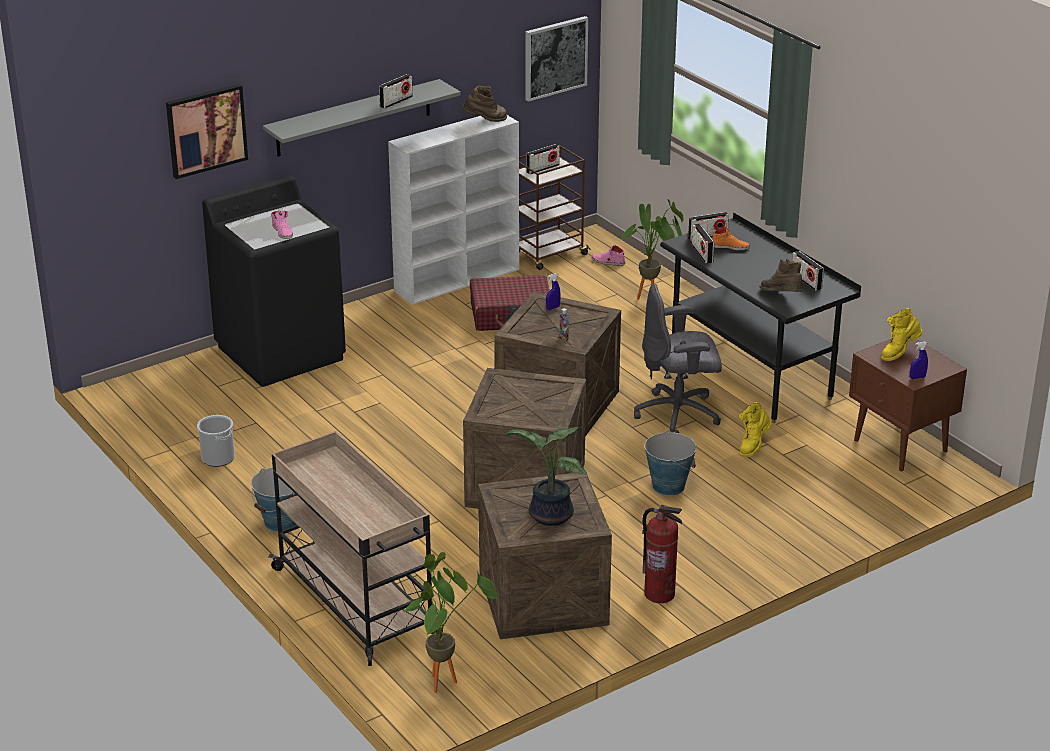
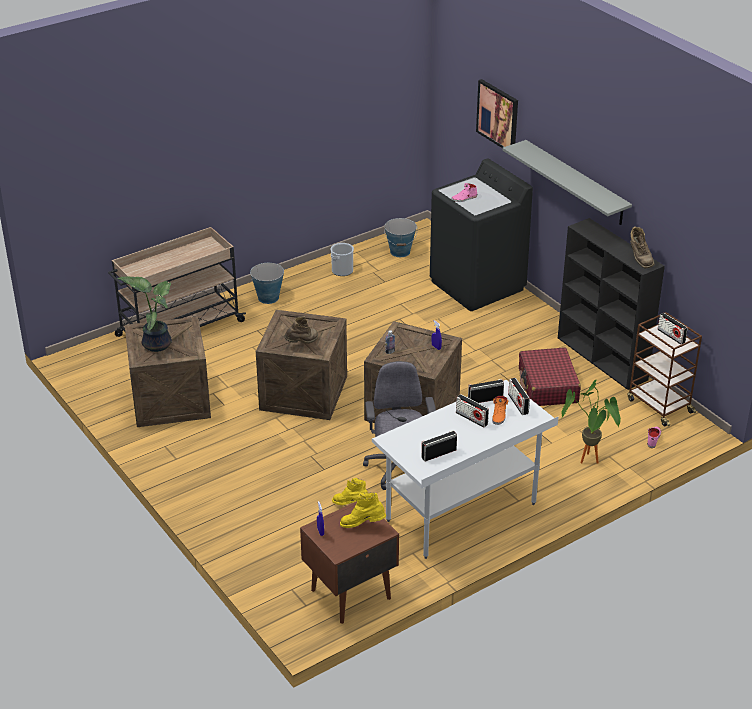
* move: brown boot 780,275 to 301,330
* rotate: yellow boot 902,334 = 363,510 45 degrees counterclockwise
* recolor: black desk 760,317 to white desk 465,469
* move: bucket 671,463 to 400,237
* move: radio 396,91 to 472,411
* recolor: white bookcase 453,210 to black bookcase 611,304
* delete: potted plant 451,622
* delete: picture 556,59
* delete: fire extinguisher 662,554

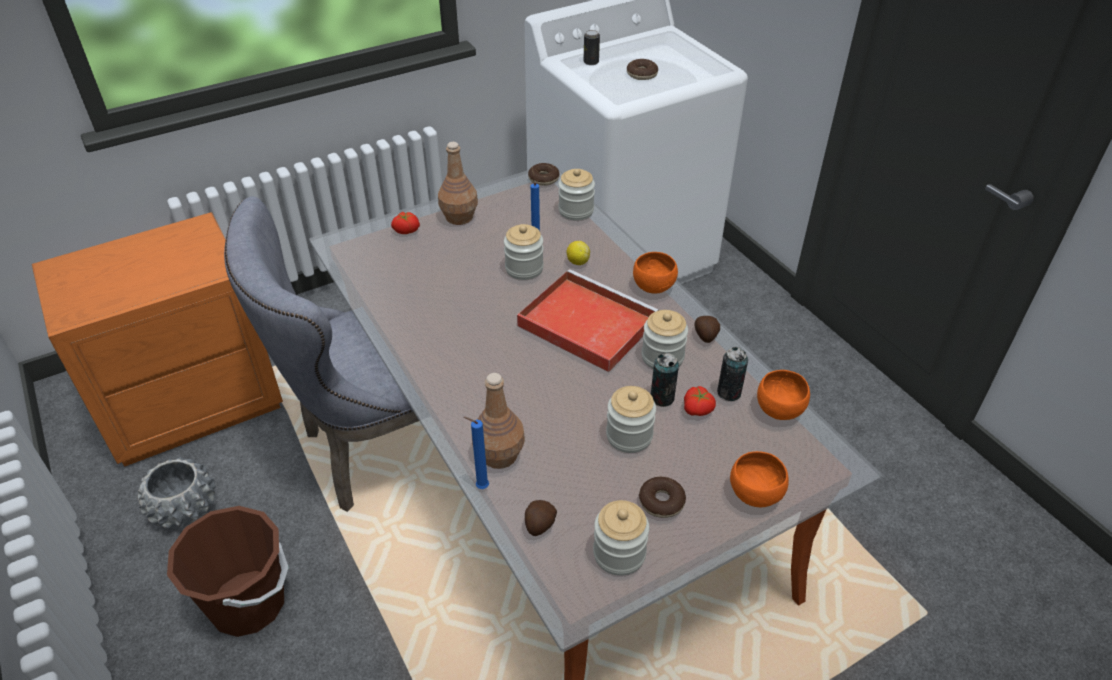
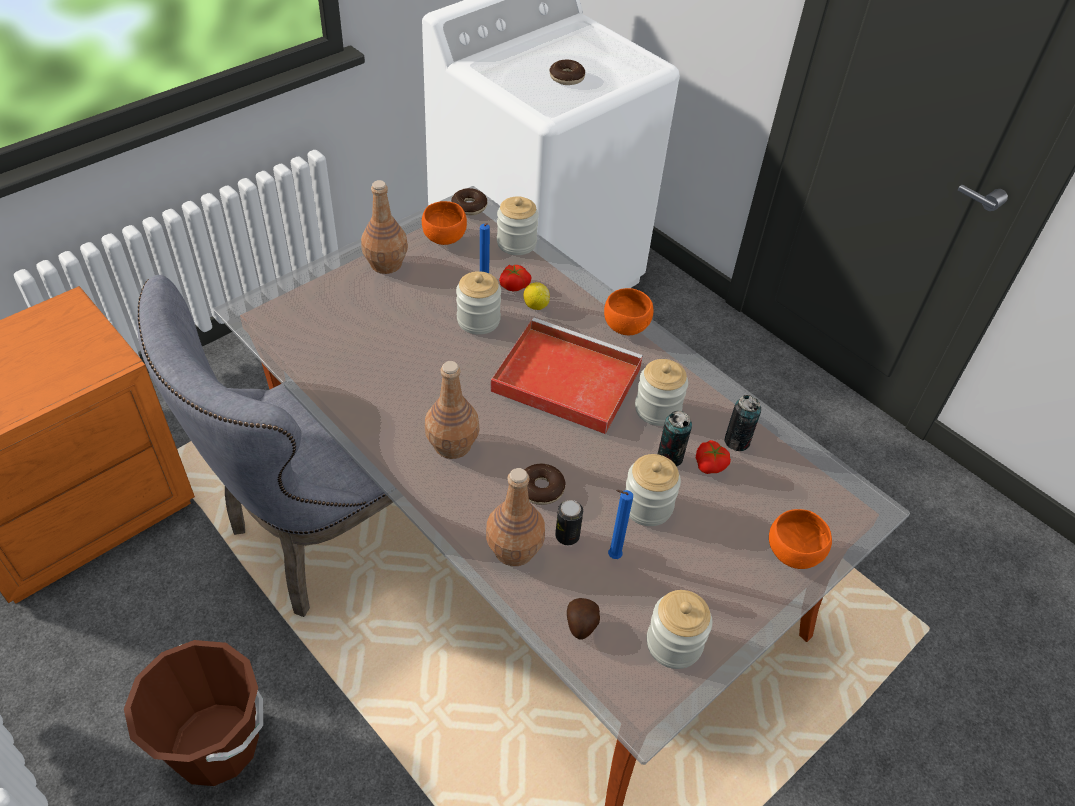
* move: orange bowl 783,395 to 444,223
* insert: brown bottle 452,410
* move: tomato 405,223 to 515,277
* move: donut 662,497 to 545,484
* move: can 592,47 to 569,522
* move: blue candle 476,453 to 620,524
* delete: grey planter 177,493
* delete: potato 707,329

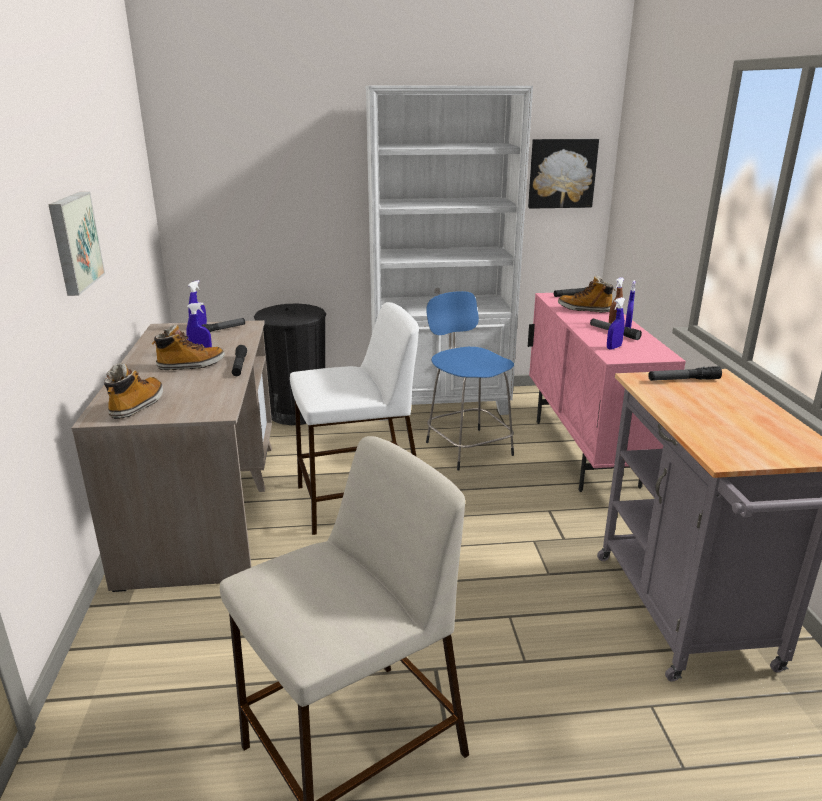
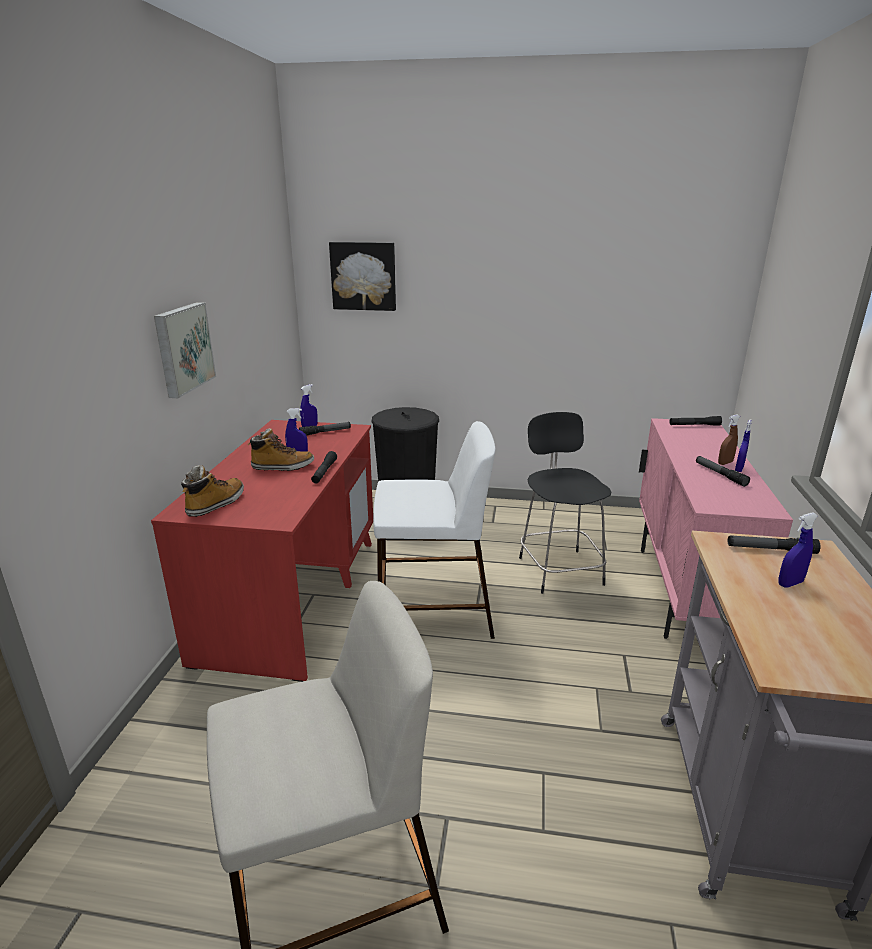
* recolor: beige desk 171,456 to red desk 262,551
* move: picture 563,174 to 362,276
* recolor: blue stool 470,380 to black stool 565,503
* move: blue spray bottle 616,323 to 798,550
* delete: white bookcase 449,253
* delete: boot 586,294

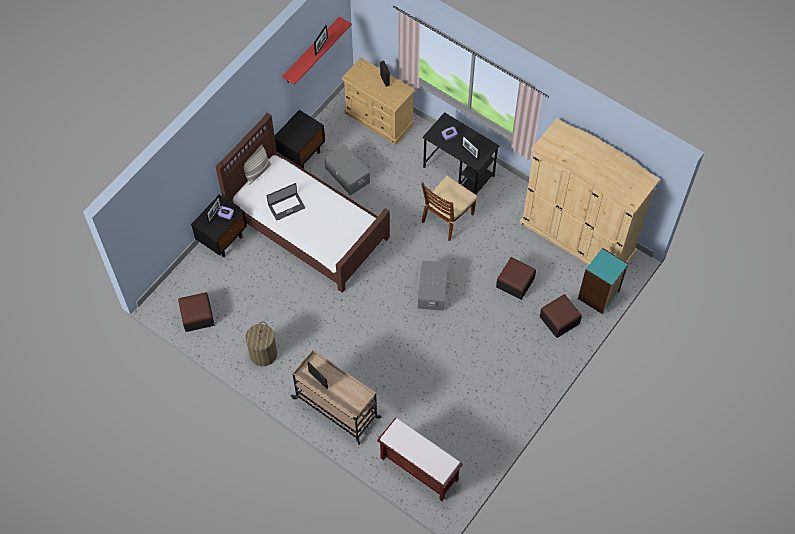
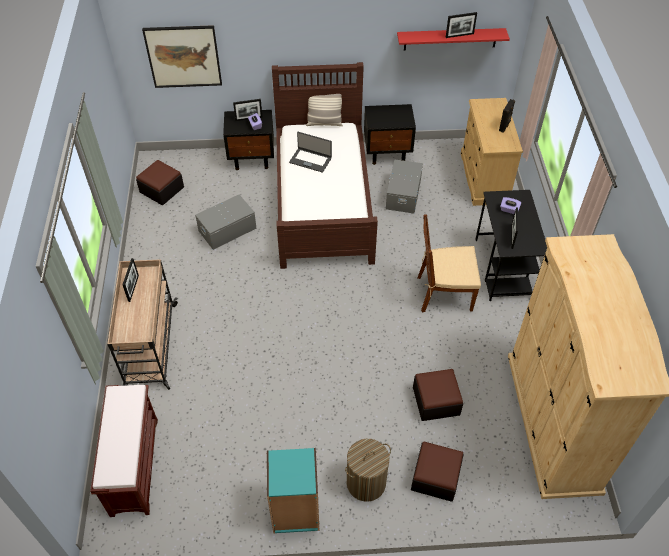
* insert: picture 182,56
* move: grey storage box 433,286 to 226,222
* move: turquoise bookcase 603,281 to 293,490
* move: laundry basket 261,344 to 368,470

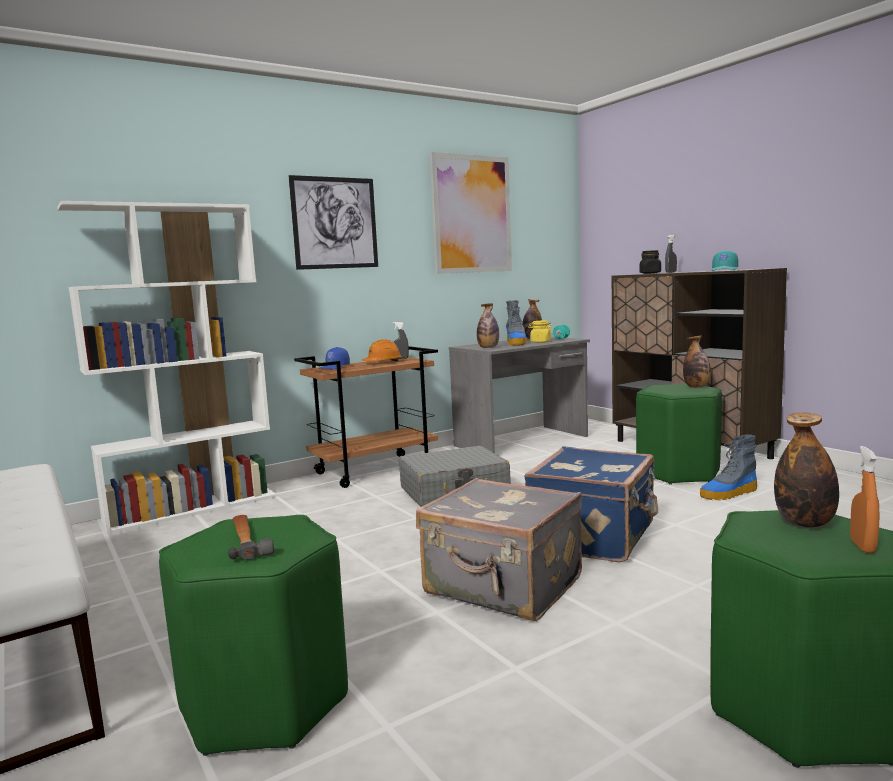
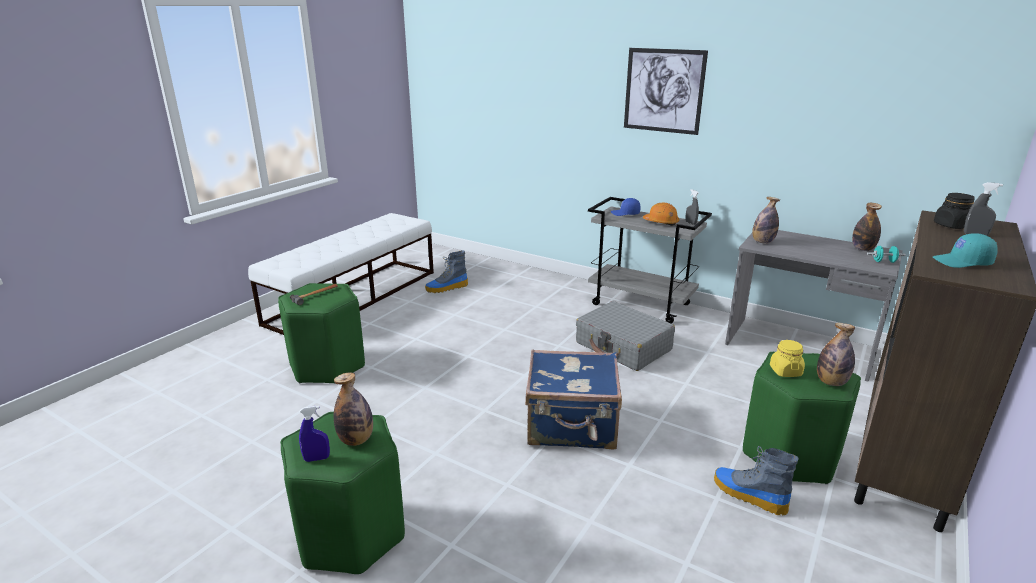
* recolor: orange spray bottle 864,499 to blue spray bottle 314,434
* move: boot 516,323 to 446,272
* recolor: brown cart 366,417 to grey cart 650,260
* move: yellow jar 540,332 to 787,358
* delete: white bookcase 166,368
* delete: grey suitcase 499,549
* delete: picture 471,213

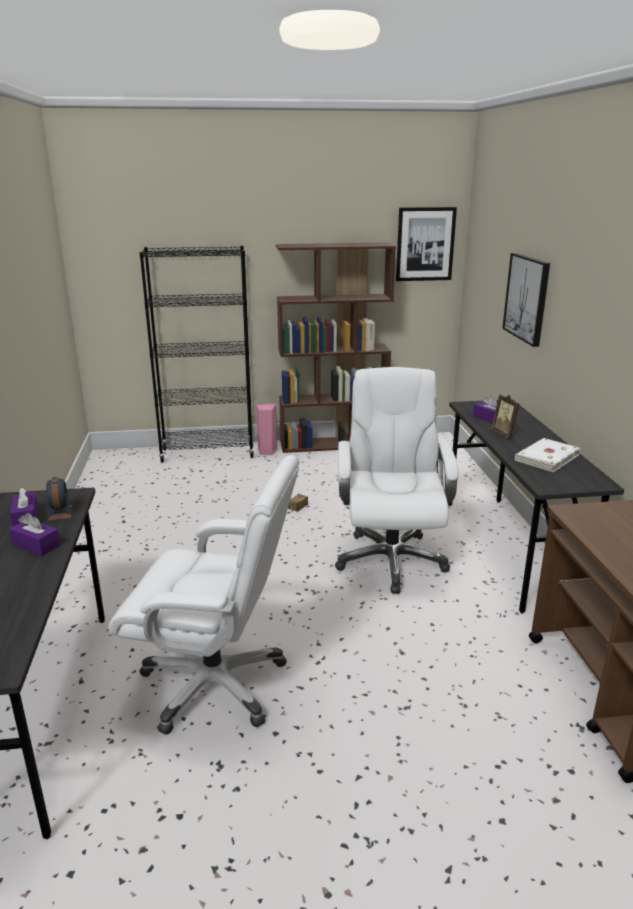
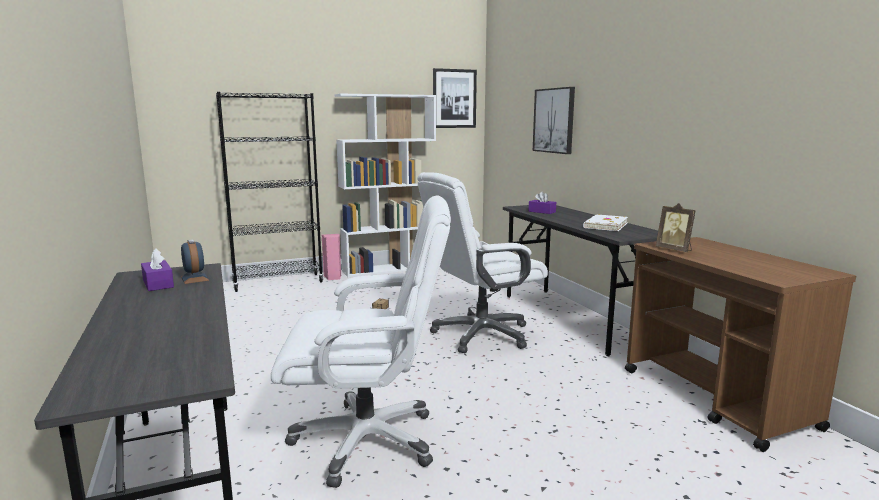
* recolor: brown bookcase 336,348 to white bookcase 385,185
* rotate: white office chair 396,480 = 482,262 105 degrees counterclockwise
* move: picture frame 505,416 to 676,227
* delete: purple tissue box 34,534

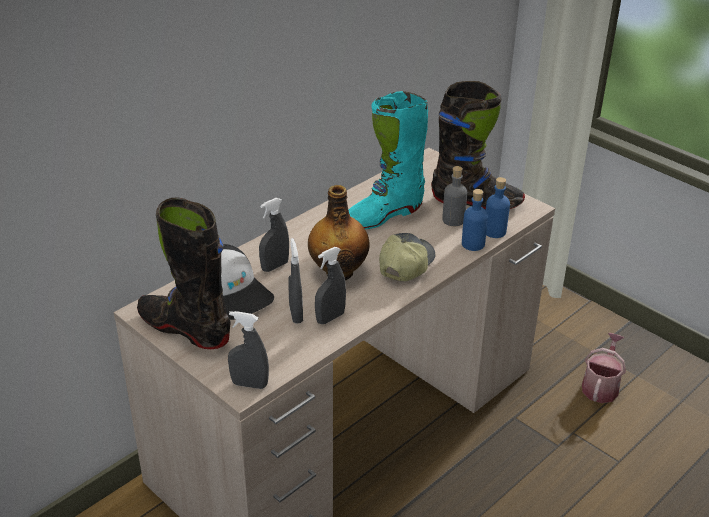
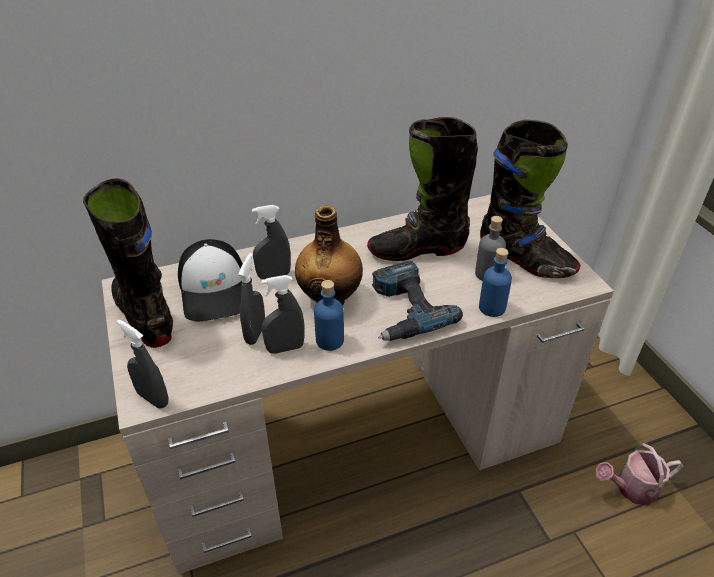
* move: blue bottle 498,207 to 329,315
* recolor: turquoise boot 388,160 to black boot 422,189
* replace: cap 407,257 to power drill 417,301
* rotate: watering can 604,368 = 639,474 150 degrees counterclockwise

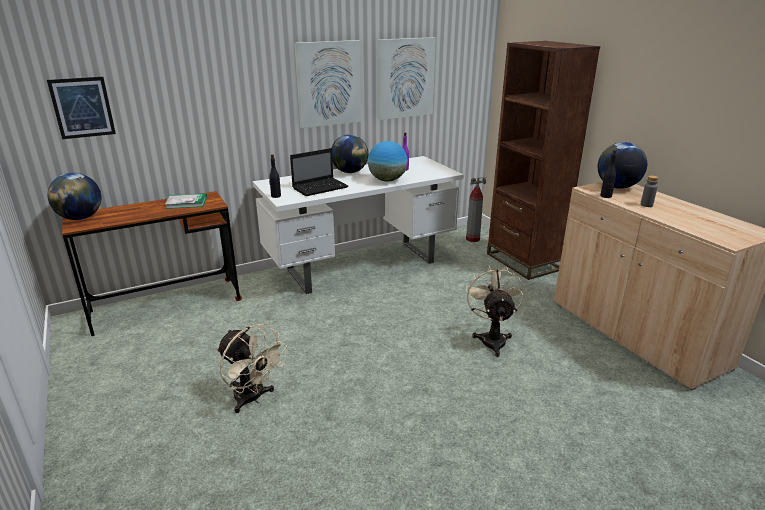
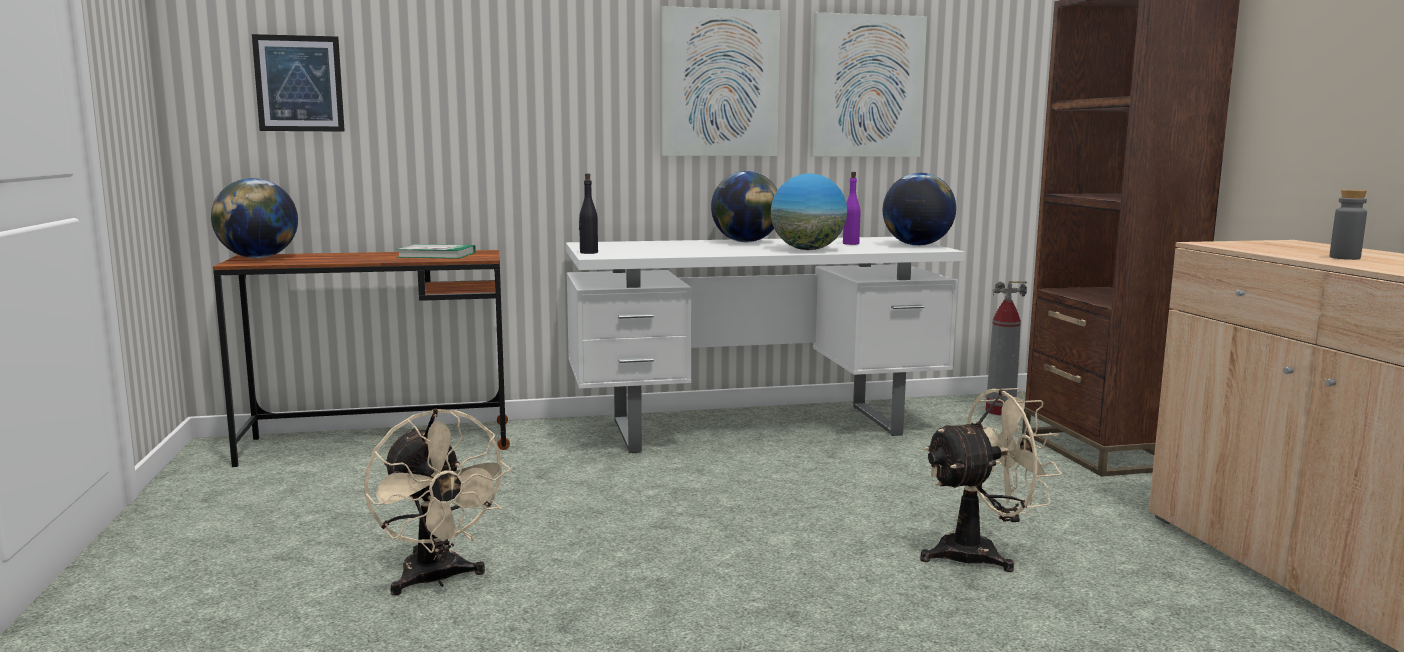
* move: globe 622,165 to 919,209
* rotate: beige fan 495,311 = 991,480 60 degrees clockwise
* delete: laptop 319,172
* delete: black bottle 608,174

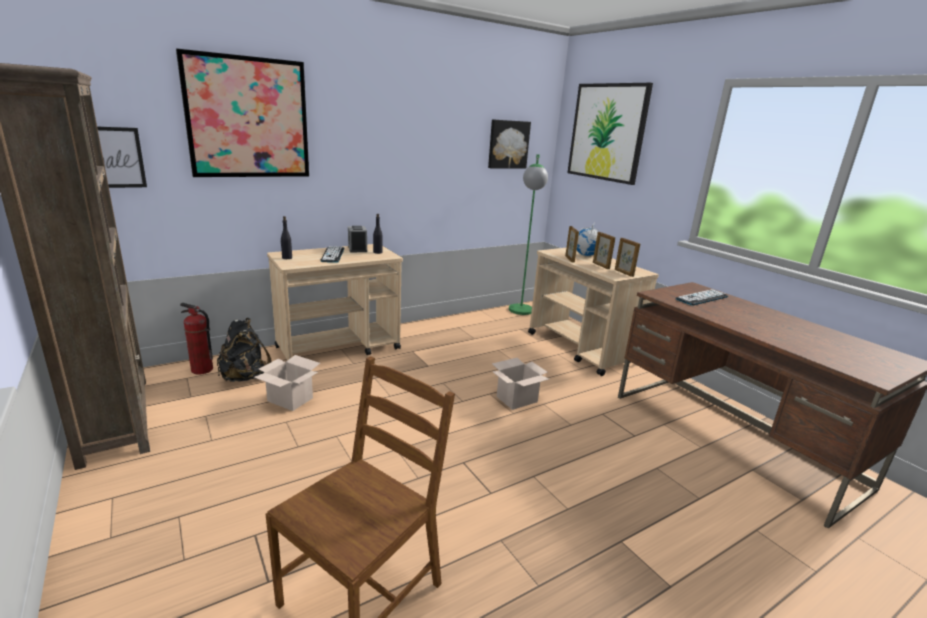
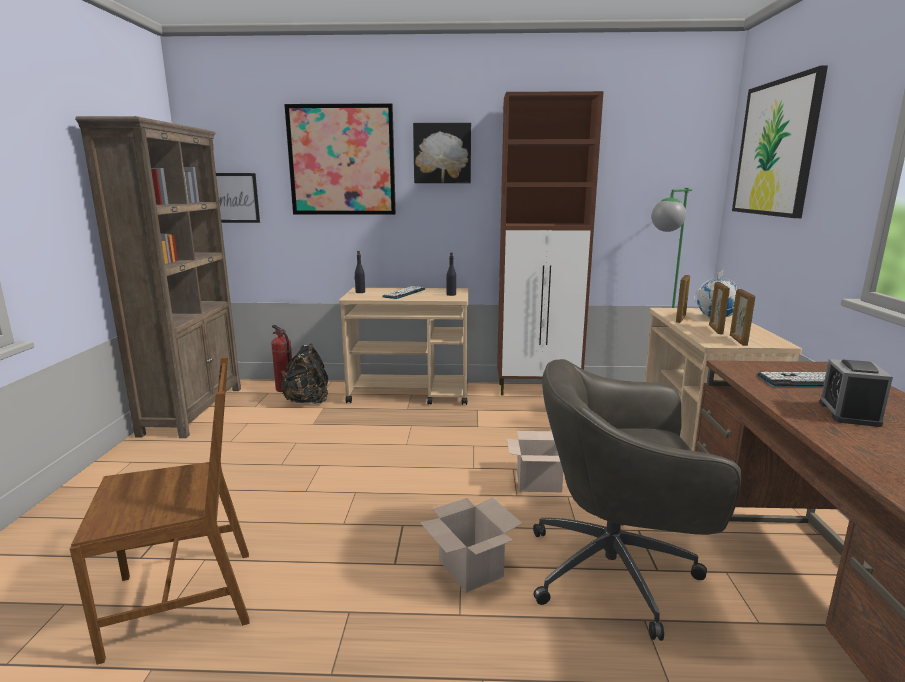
* move: picture 509,143 to 442,153
* move: cardboard box 287,383 to 471,545
* insert: brown cabinet 550,243
* insert: grey office chair 637,500
* move: alarm clock 357,239 to 856,393

